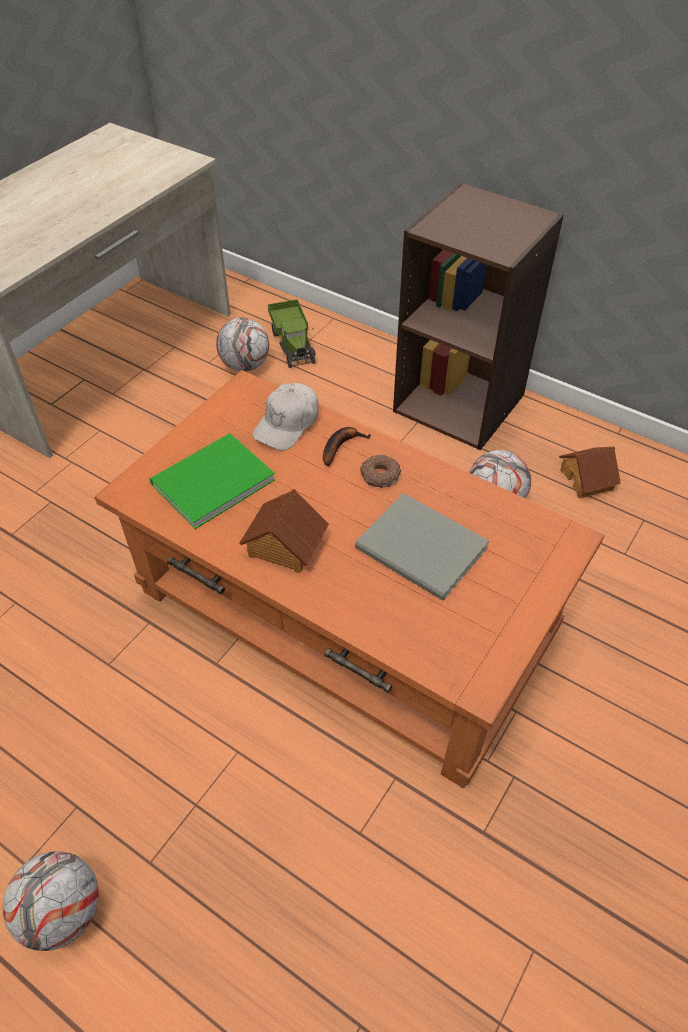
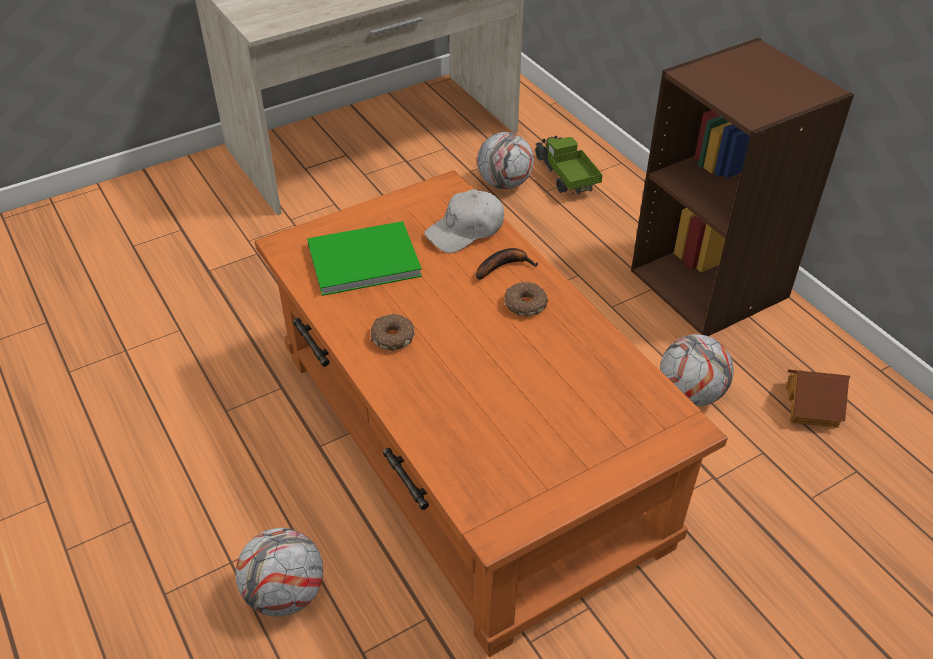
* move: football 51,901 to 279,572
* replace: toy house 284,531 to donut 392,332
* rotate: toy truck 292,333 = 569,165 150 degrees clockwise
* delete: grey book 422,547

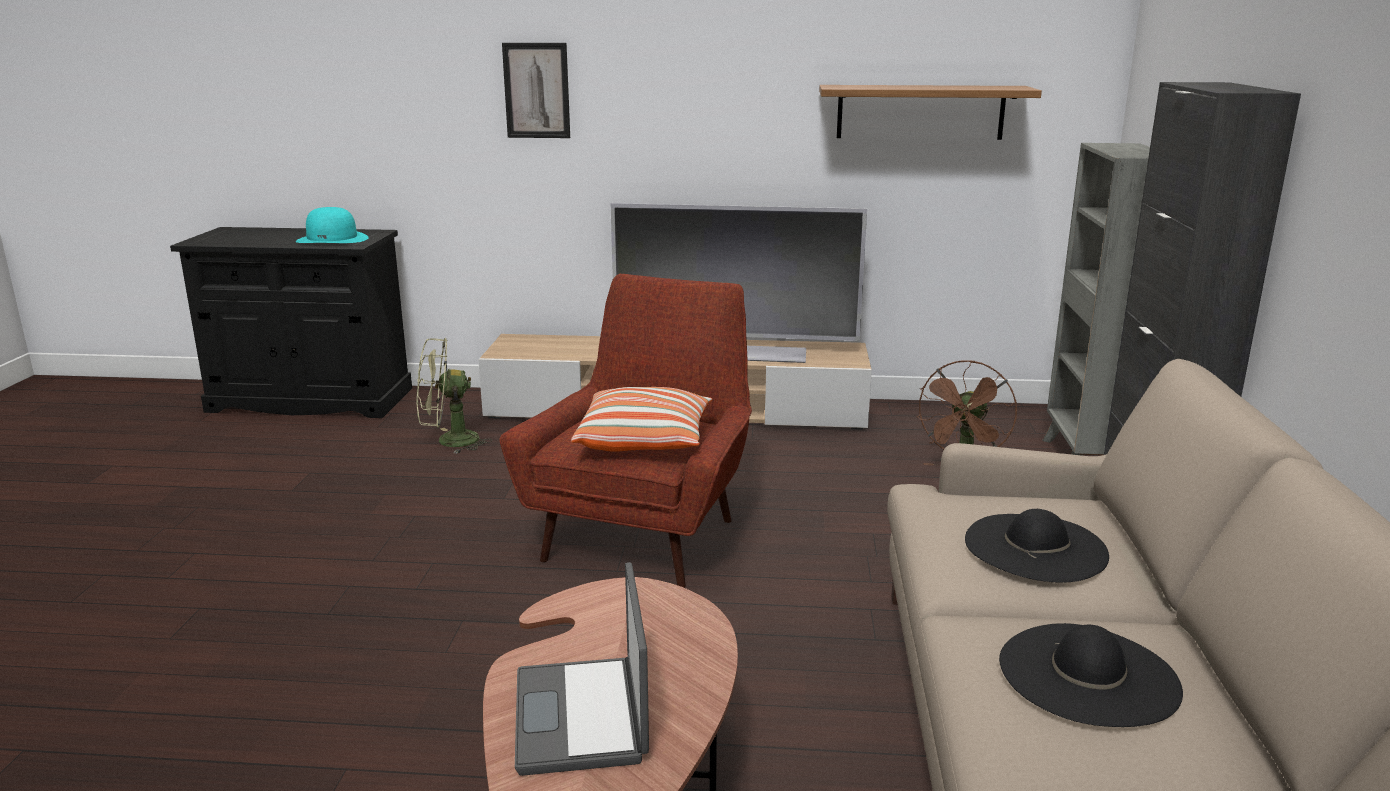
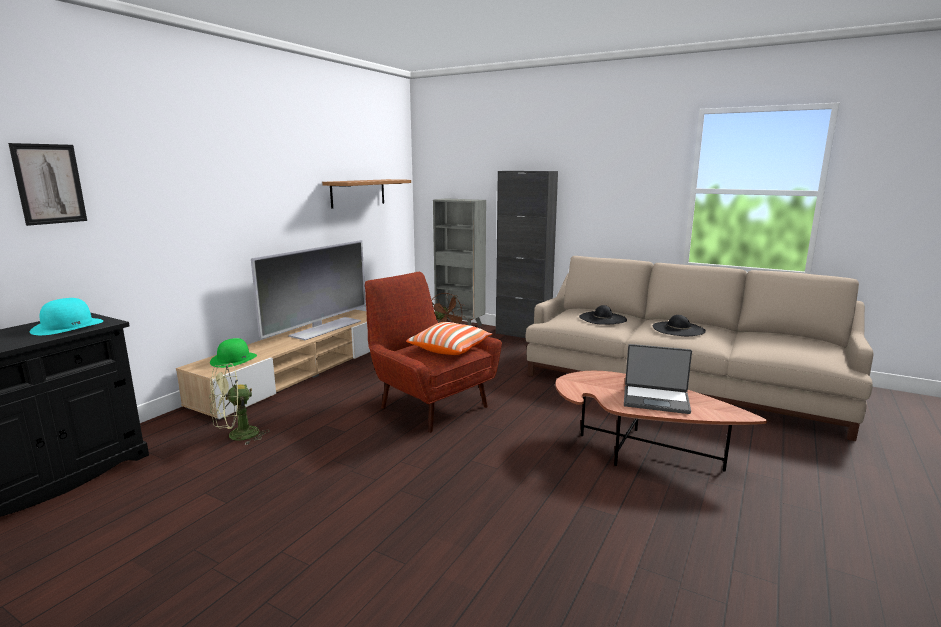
* move: picture 536,90 to 47,184
* rotate: green fan 454,396 = 239,404 45 degrees clockwise
* insert: green hat 233,353

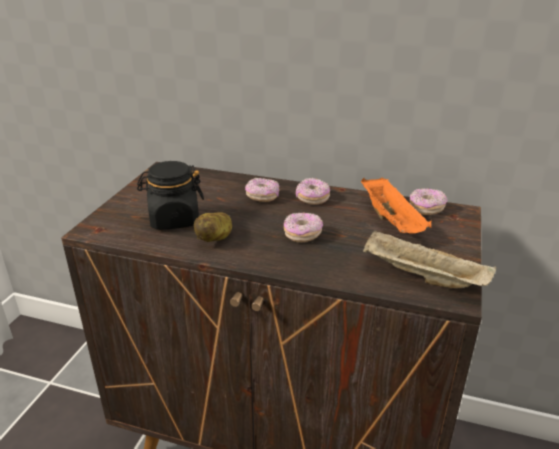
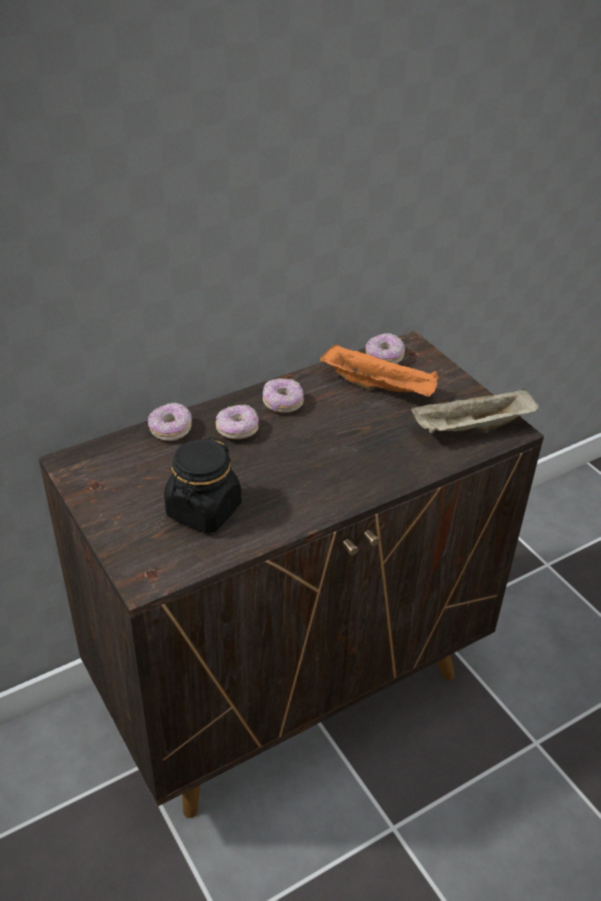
* move: donut 303,227 to 170,422
* delete: potato 213,227

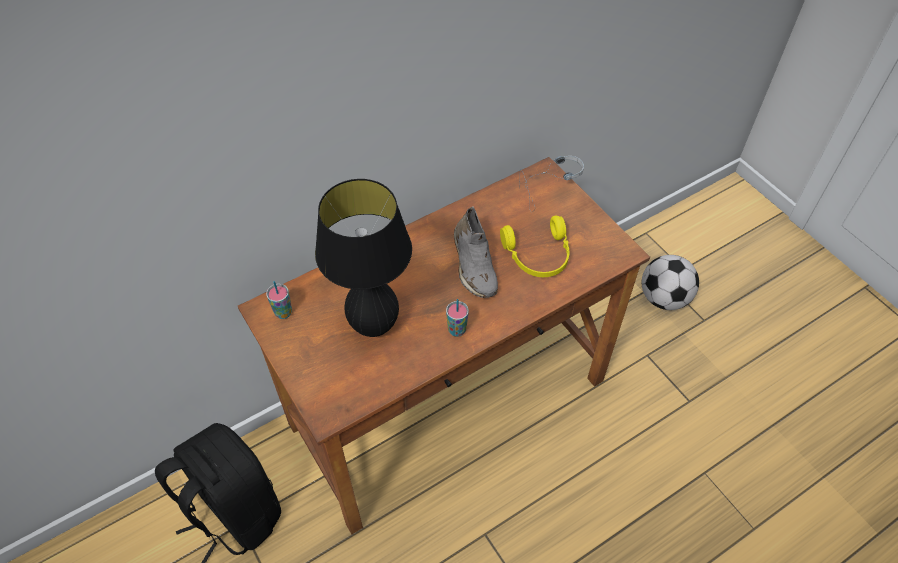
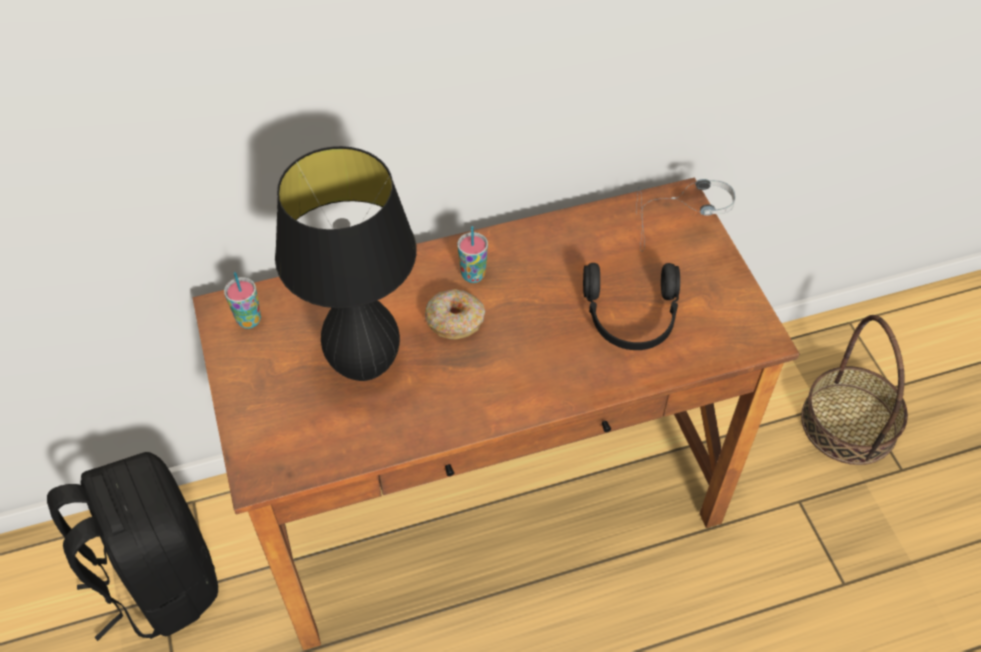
* insert: donut 455,314
* move: cup 457,318 to 472,254
* recolor: yellow headphones 534,246 to black headphones 631,306
* replace: football 670,282 to basket 854,390
* delete: grey shoe 476,252

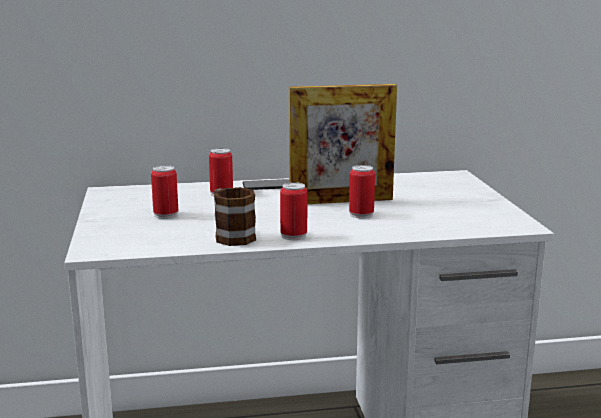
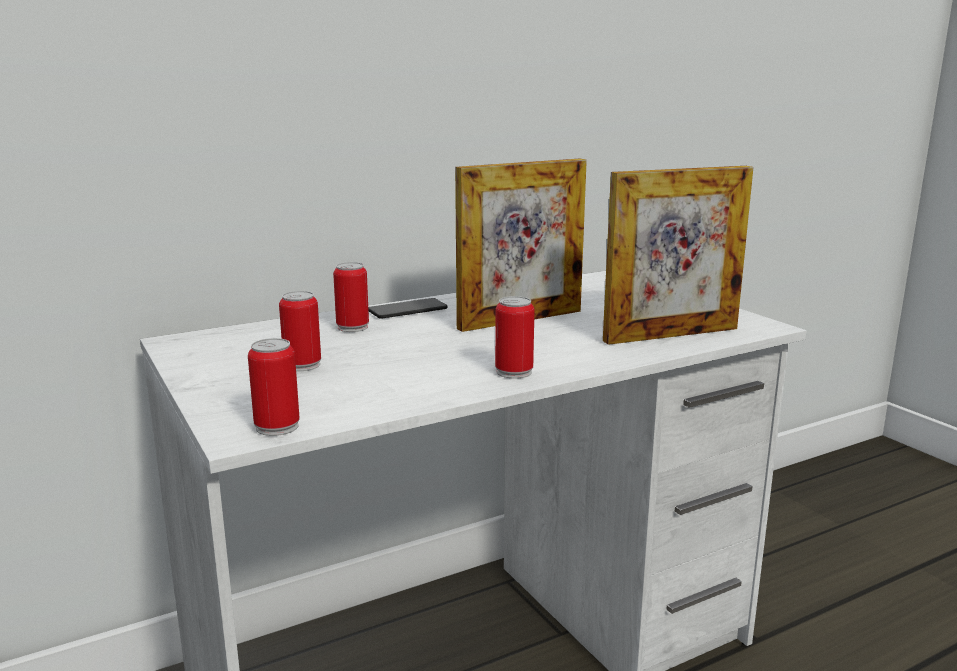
* move: can 362,191 to 274,387
* insert: picture frame 678,255
* delete: mug 235,216

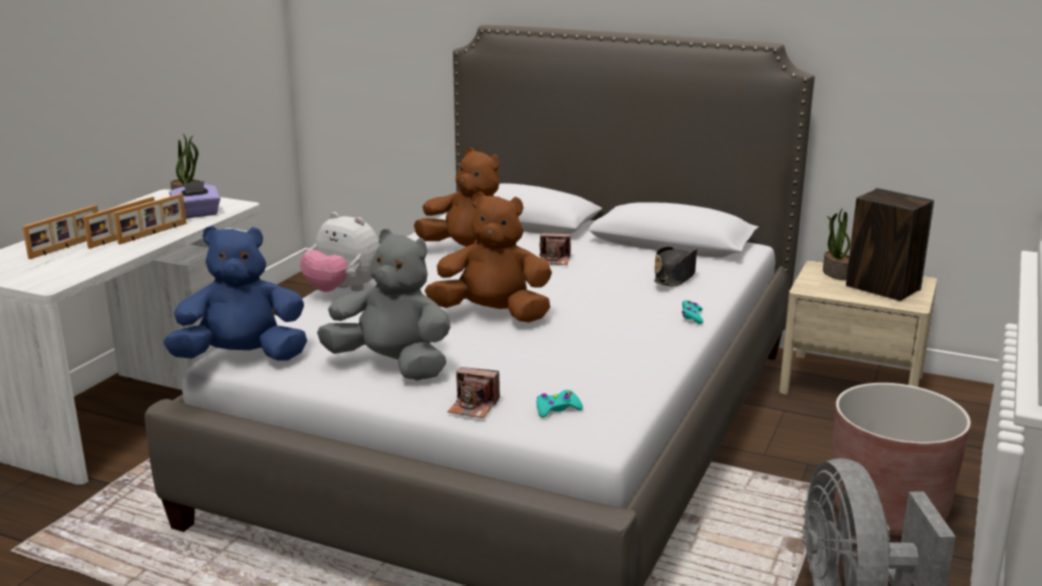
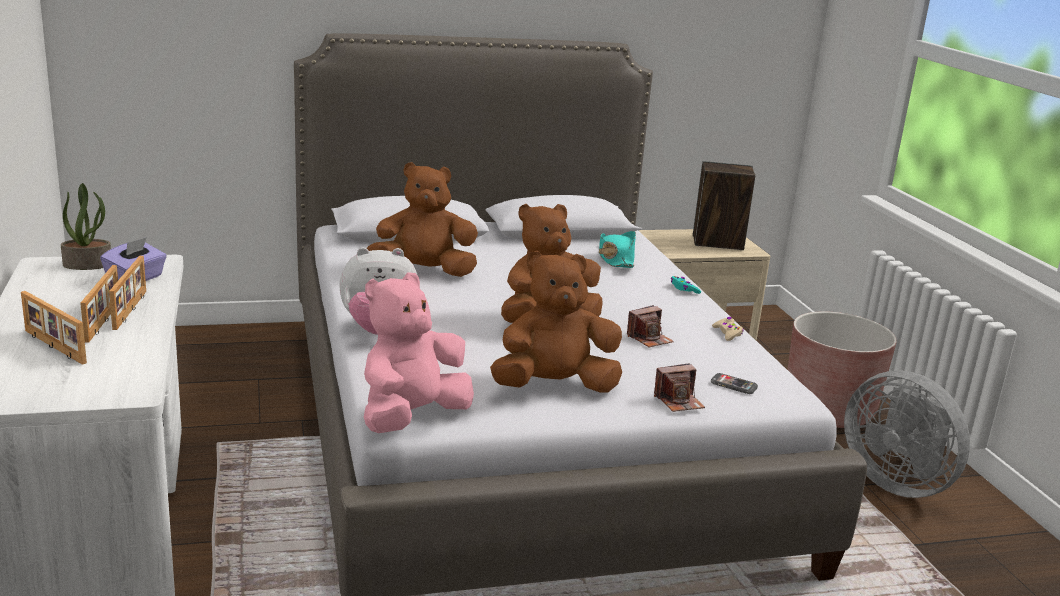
* rotate: picture frame 60,232 = 54,328 135 degrees clockwise
* recolor: blue plush toy 235,293 to pink plush toy 419,352
* recolor: grey plush toy 384,304 to brown plush toy 556,322
* recolor: black hat 675,266 to turquoise hat 617,249
* move: photo camera 555,249 to 650,326
* replace: turquoise game controller 559,404 to phone 734,383
* insert: beige game controller 728,329
* delete: potted plant 836,244

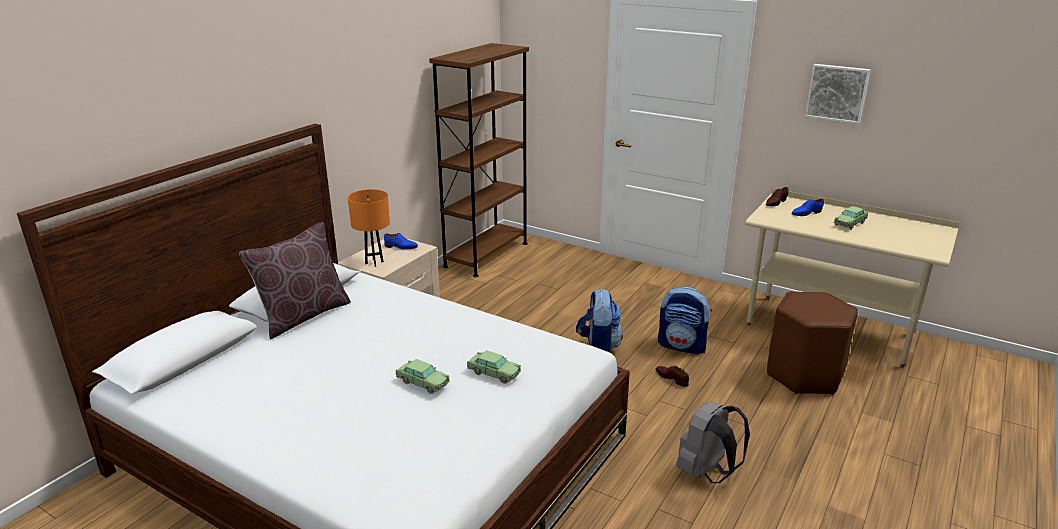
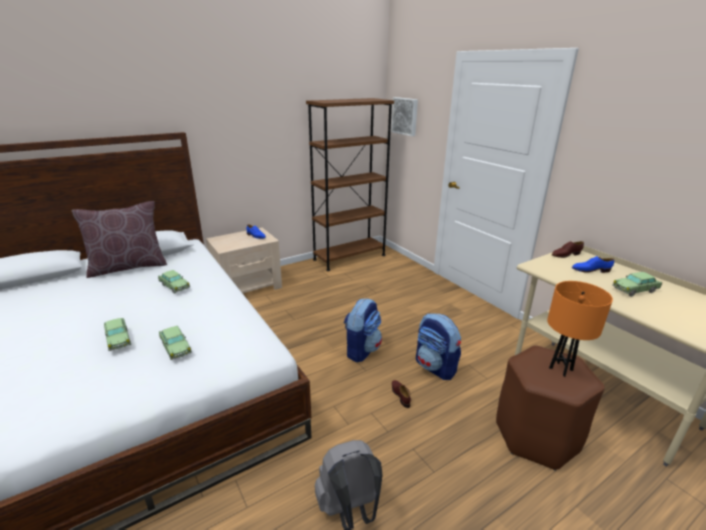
* insert: toy car 174,282
* move: picture 838,94 to 404,116
* move: orange table lamp 369,228 to 580,329

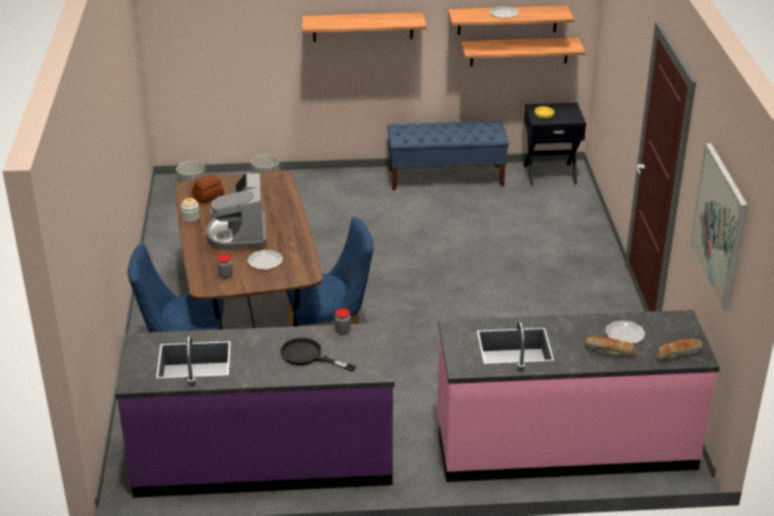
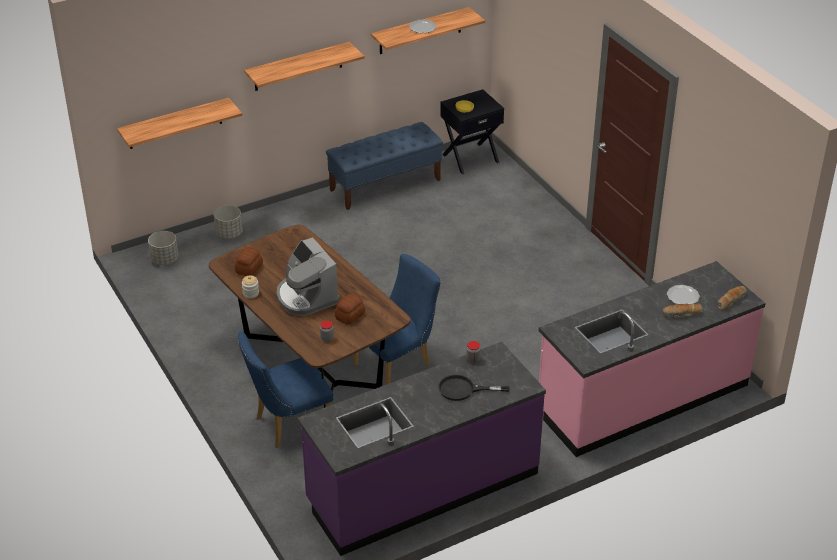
* move: shelf 523,52 to 179,123
* replace: plate 265,260 to bread 350,309
* delete: picture 719,226

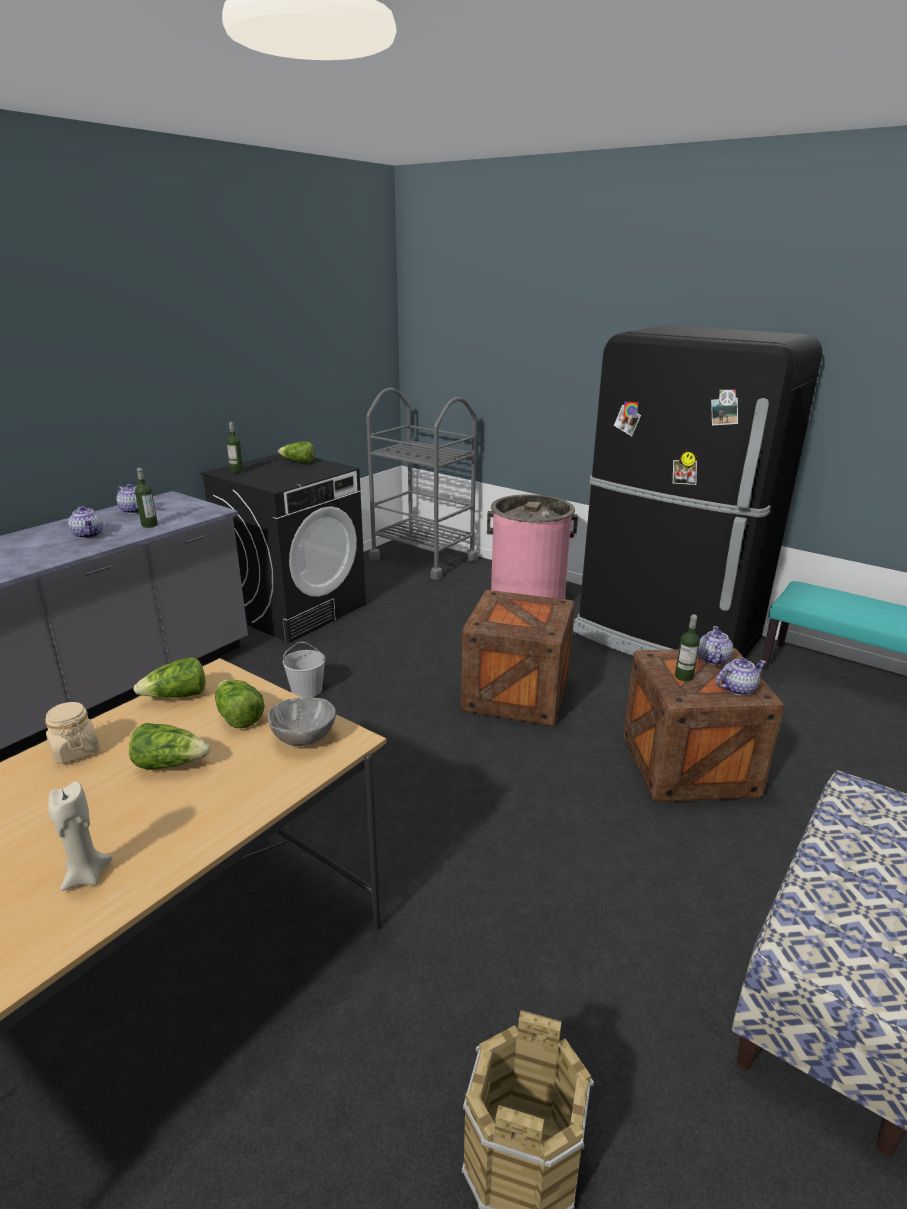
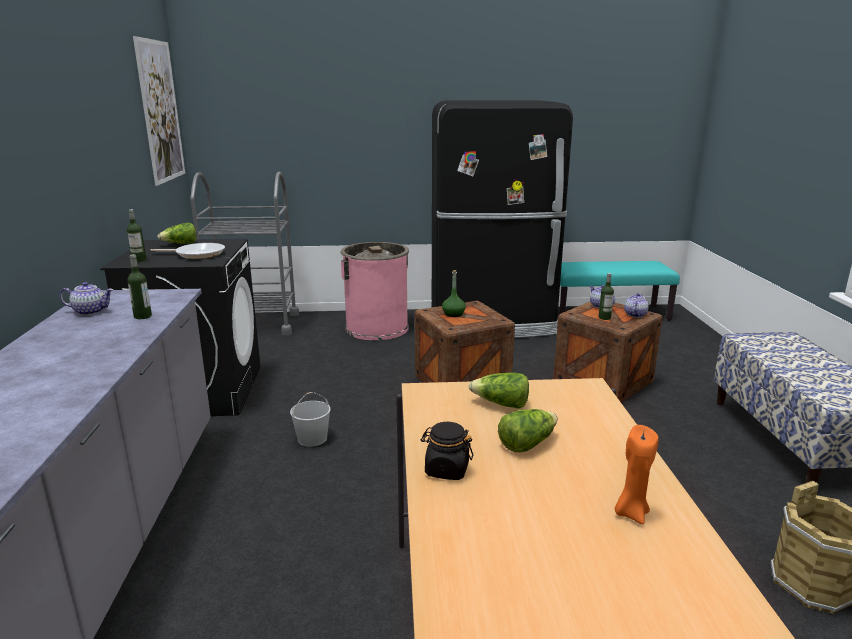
* insert: picture 159,111
* insert: frying pan 188,251
* recolor: beige jar 72,733 to black jar 447,451
* insert: green bottle 454,293
* recolor: beige candle 80,836 to orange candle 637,475
* delete: teapot 85,522
* delete: lettuce 170,677
* delete: grey bowl 301,721

